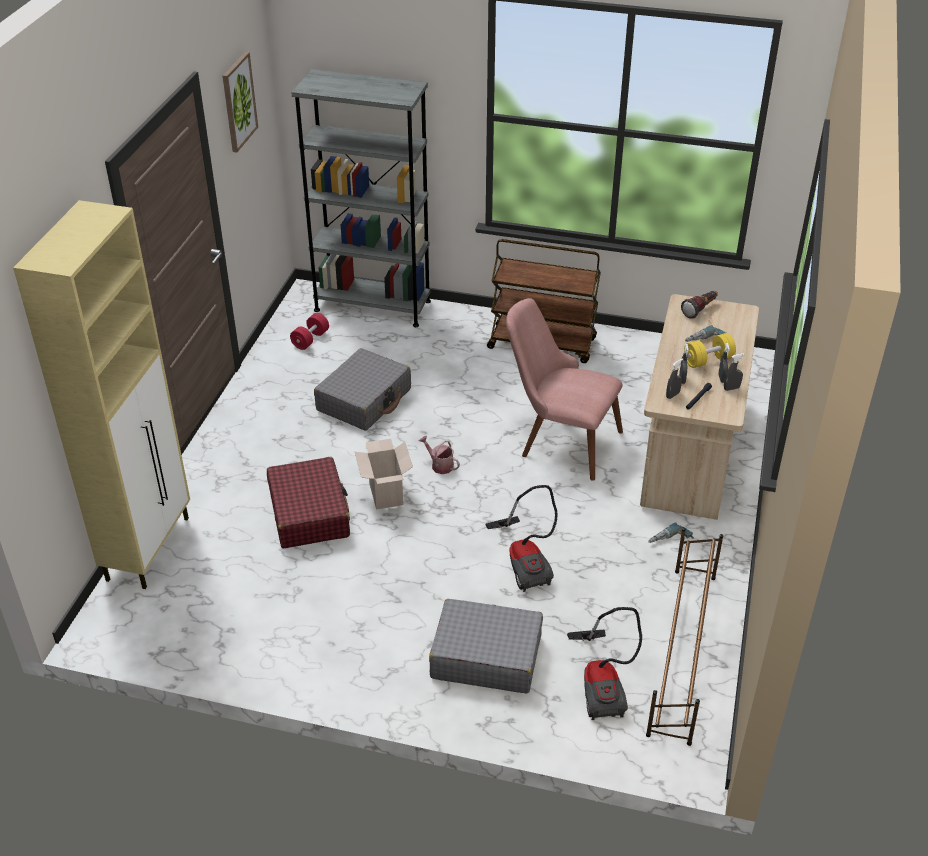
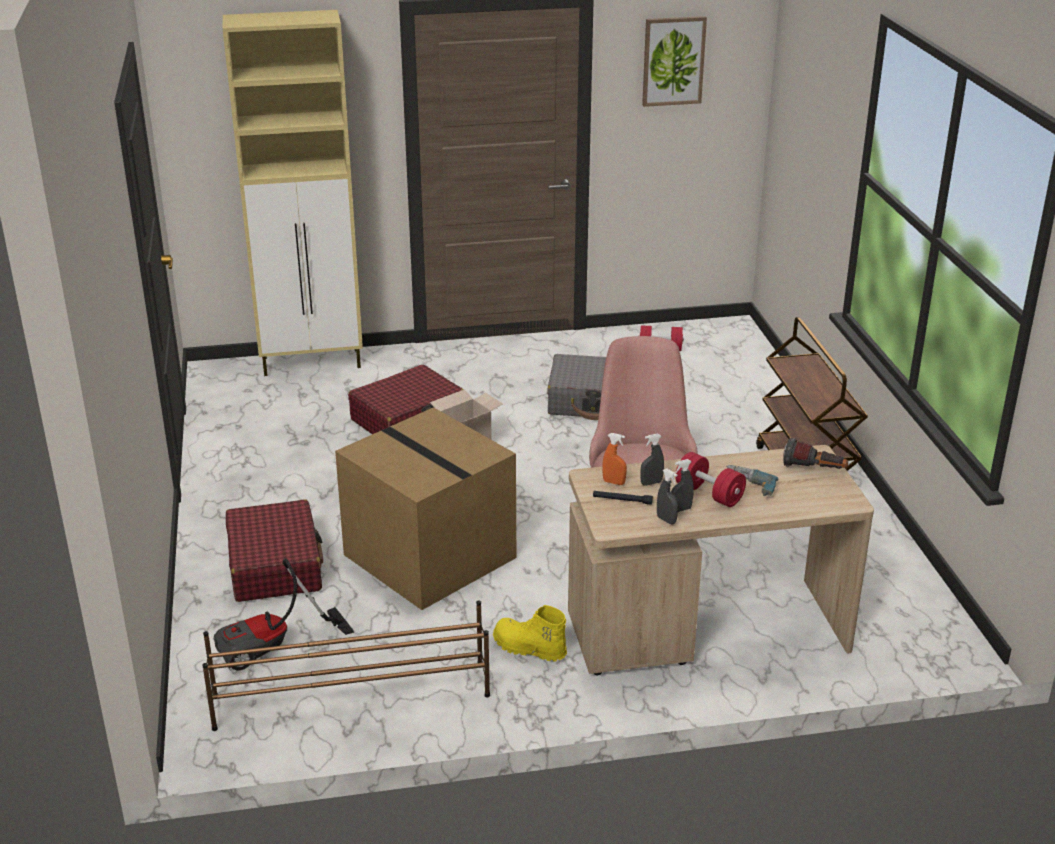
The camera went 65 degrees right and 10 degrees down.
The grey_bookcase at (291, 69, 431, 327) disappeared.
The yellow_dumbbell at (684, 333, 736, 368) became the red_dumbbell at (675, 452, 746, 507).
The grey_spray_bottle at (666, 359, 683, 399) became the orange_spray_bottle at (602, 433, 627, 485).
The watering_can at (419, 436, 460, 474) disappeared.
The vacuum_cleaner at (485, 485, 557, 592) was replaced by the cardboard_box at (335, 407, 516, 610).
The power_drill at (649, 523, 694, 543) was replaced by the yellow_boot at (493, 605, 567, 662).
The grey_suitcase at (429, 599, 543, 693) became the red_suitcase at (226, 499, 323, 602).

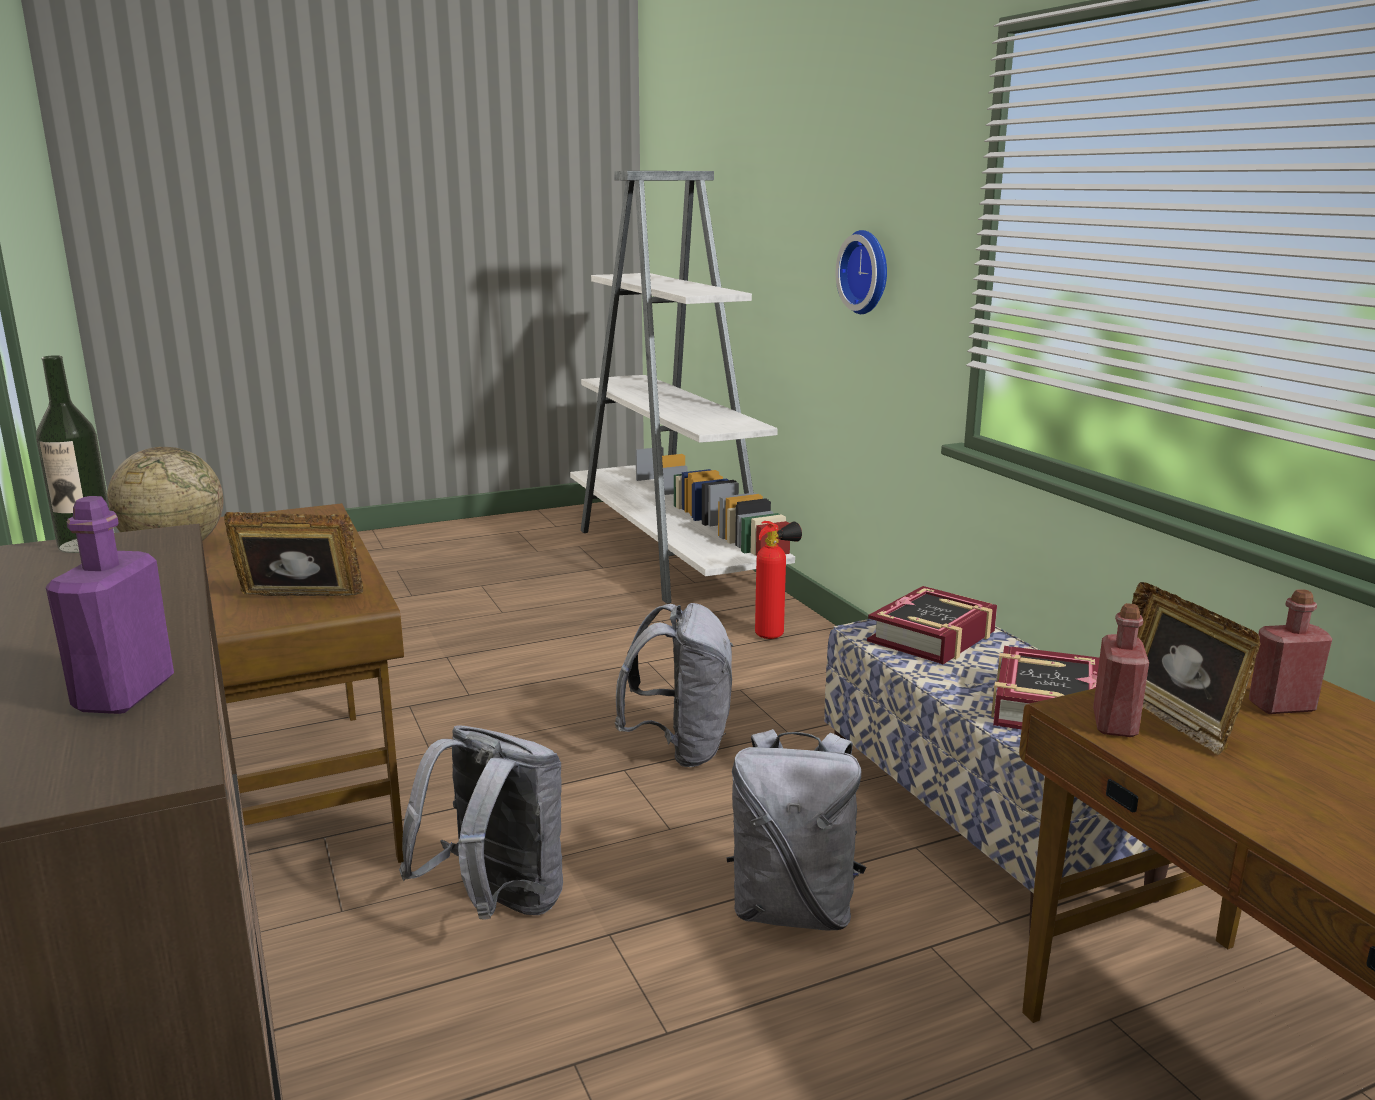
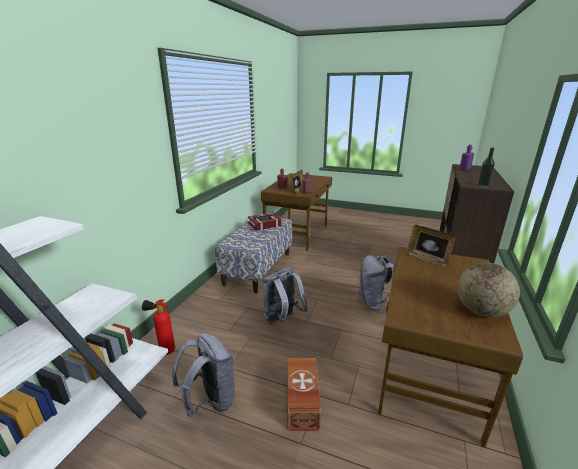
The camera went 135 degrees left and 5 degrees up.
The wall_clock at (836, 230, 887, 314) disappeared.
The book at (867, 586, 997, 664) disappeared.
The grey_backpack moved from (727, 729, 866, 931) to (172, 333, 235, 417).
The brown_storage_box at (287, 358, 321, 431) appeared.

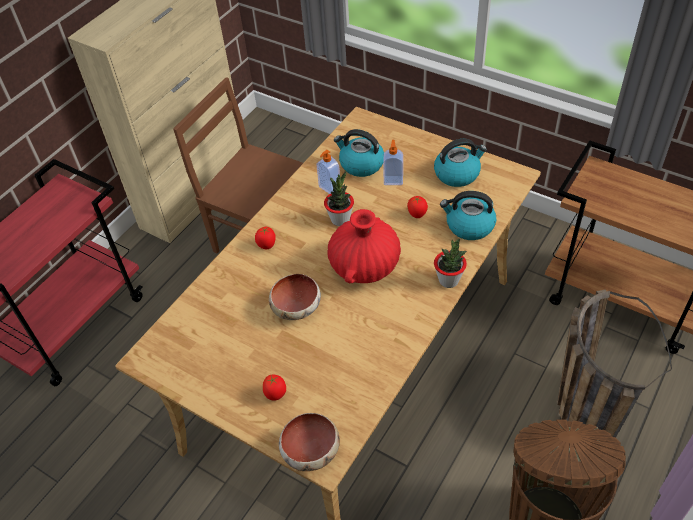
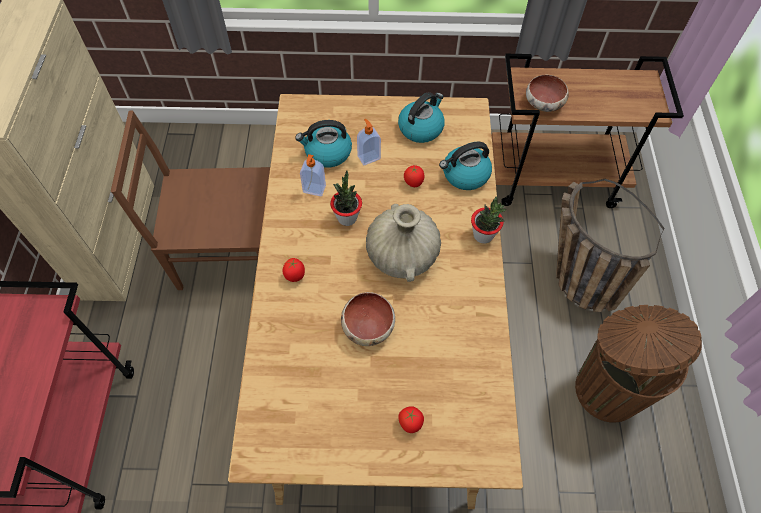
The camera went 35 degrees left and 10 degrees up.
The red_vase at (327, 209, 401, 283) became the beige_vase at (366, 204, 441, 282).
The bowl moved from (279, 413, 340, 471) to (526, 75, 569, 112).

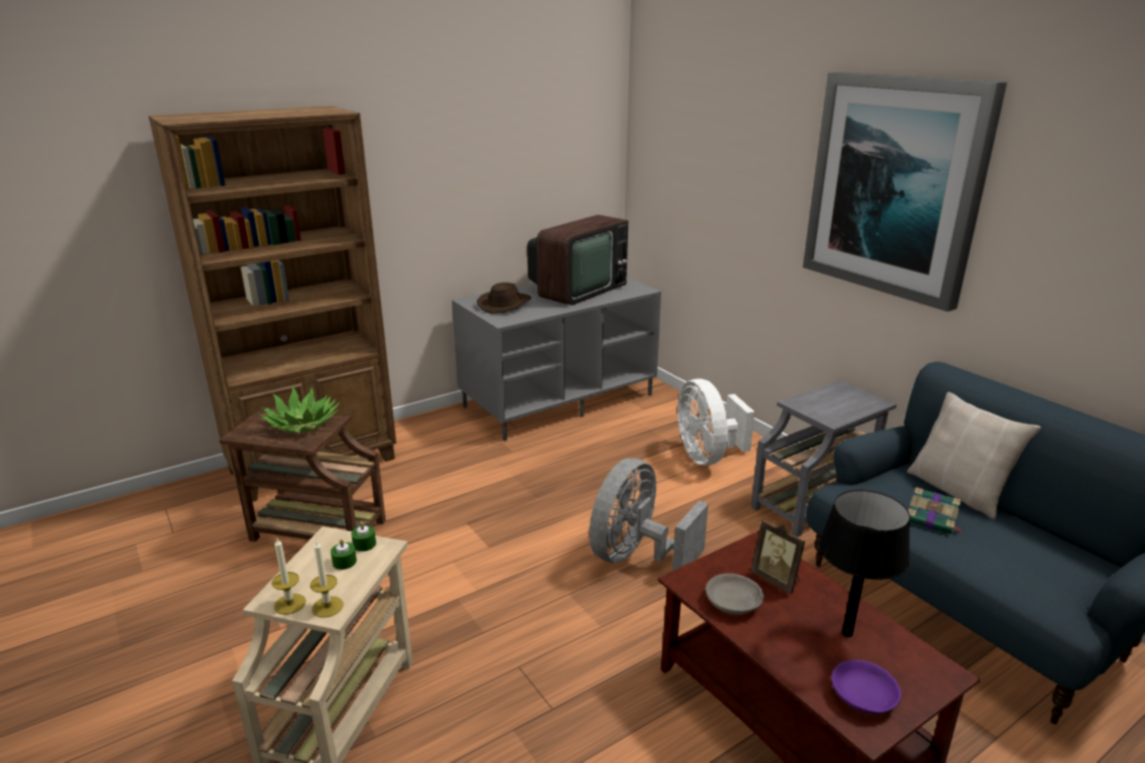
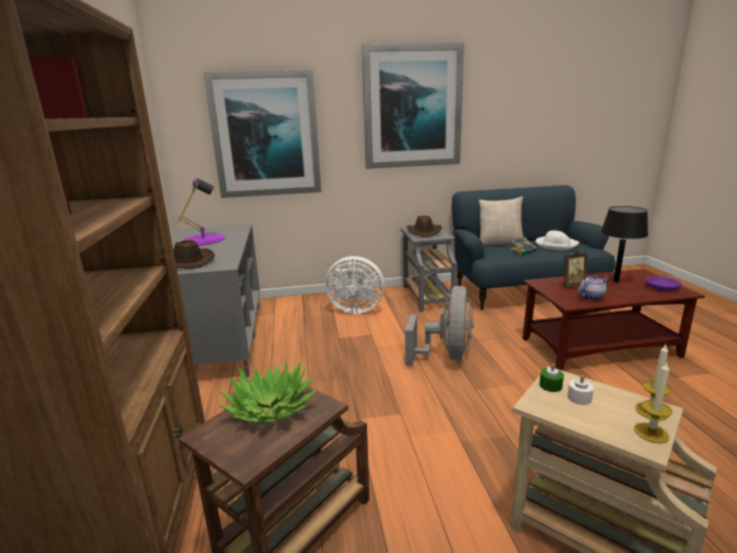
The camera went 65 degrees left and 5 degrees down.
The television at (527, 215, 628, 305) was replaced by the purple_table_lamp at (178, 178, 225, 246).
The grey_fan at (589, 458, 708, 571) turned 135 degrees counterclockwise.
The green_candle at (331, 539, 357, 570) became the white_candle at (567, 375, 594, 405).
The grey_bowl at (705, 573, 764, 615) was replaced by the teapot at (578, 275, 608, 301).
The picture at (203, 70, 321, 198) appeared.
The brown_hat at (407, 216, 442, 237) appeared.
The white_hat at (535, 230, 579, 250) appeared.

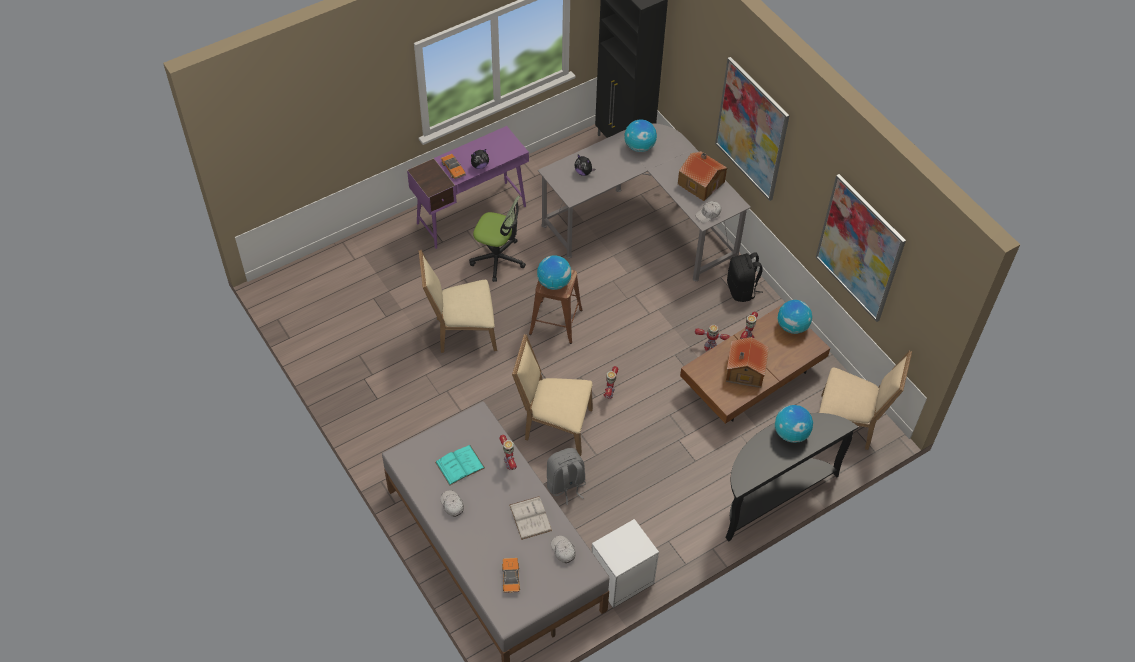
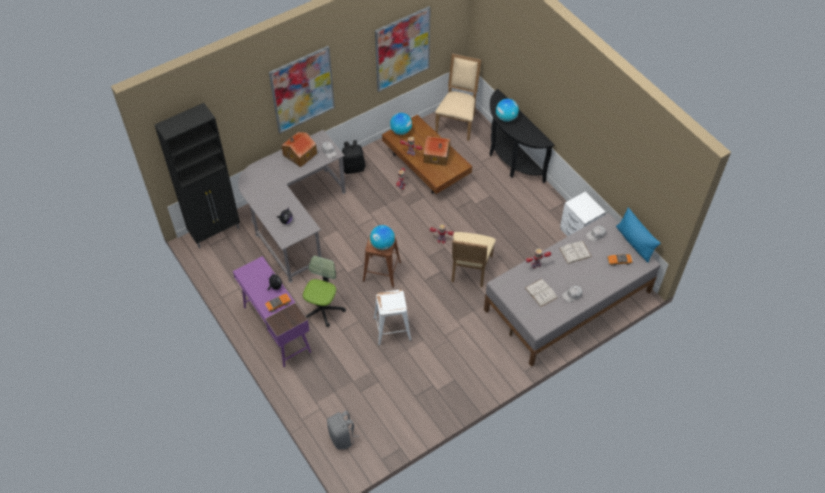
The camera went 90 degrees left and 0 degrees up.
The globe at (624, 119, 657, 152) disappeared.
The beige_chair at (418, 250, 497, 353) was replaced by the white_stool at (374, 290, 411, 346).
The turquoise_book at (435, 445, 485, 486) became the white_book at (525, 279, 558, 307).
The grey_backpack moved from (547, 448, 586, 505) to (327, 411, 360, 450).
The blue_pillow at (616, 207, 661, 263) appeared.

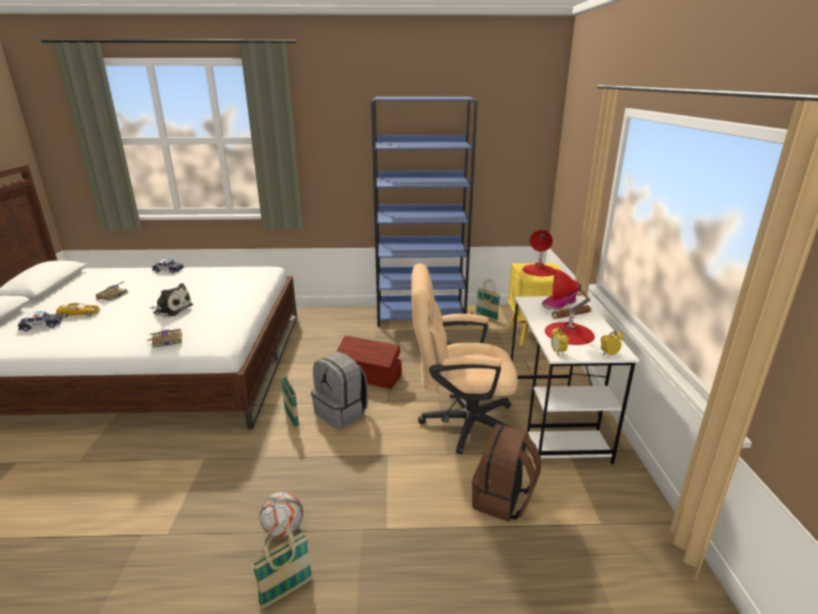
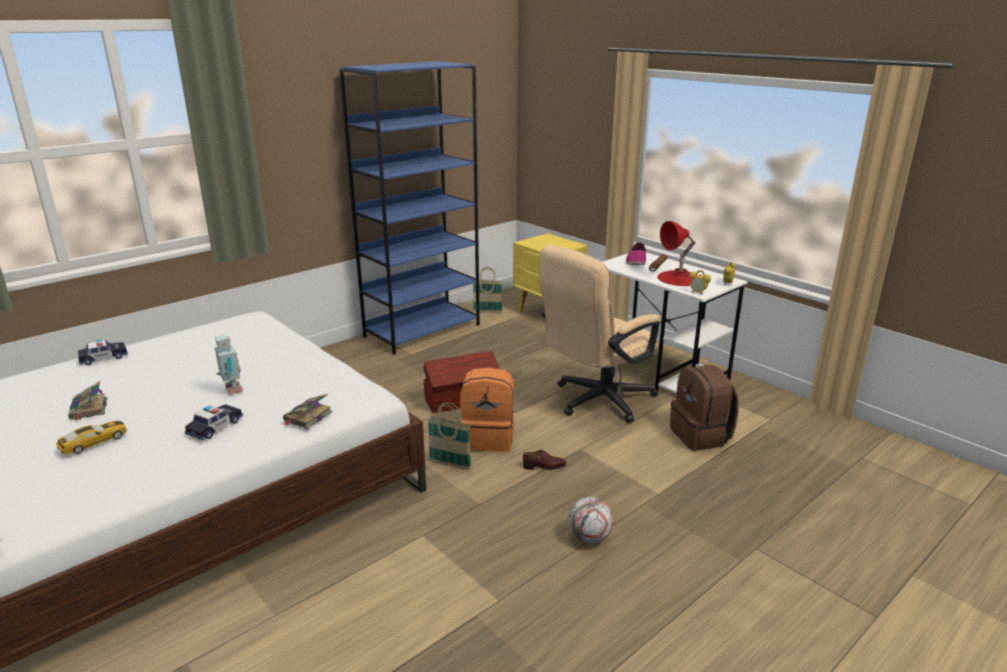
The camera went 40 degrees left and 0 degrees up.
The red_table_lamp at (522, 230, 555, 276) disappeared.
The plush_toy at (149, 283, 193, 317) was replaced by the toy_robot at (215, 334, 243, 395).
The toy_car moved from (18, 311, 63, 332) to (185, 404, 243, 440).
The grey_backpack at (311, 352, 368, 429) became the orange_backpack at (460, 367, 514, 452).
The basket at (251, 525, 313, 608) disappeared.
The brown_shoe at (523, 450, 567, 470) appeared.

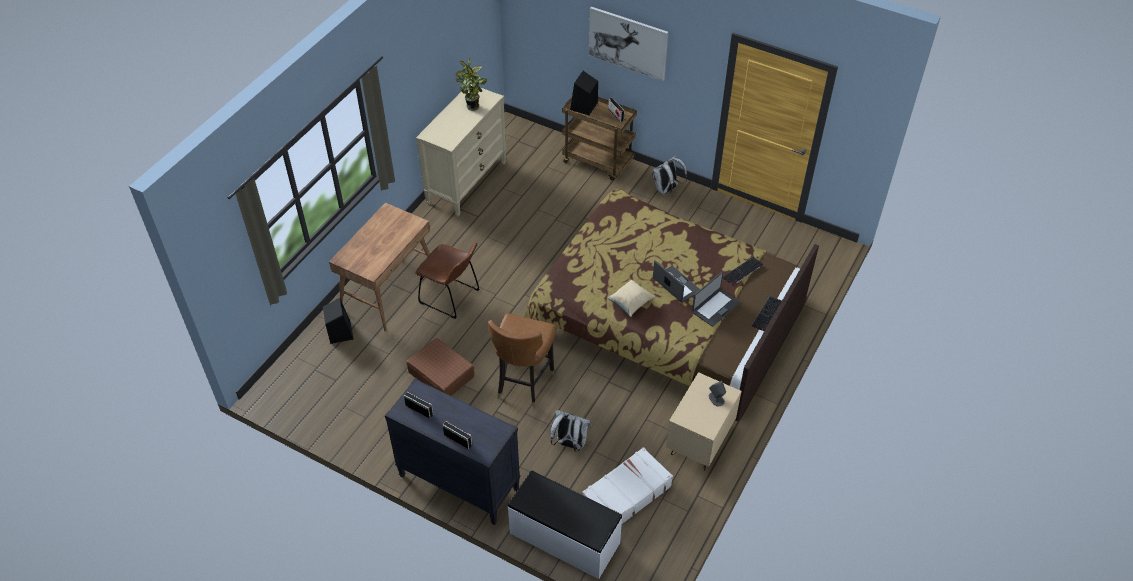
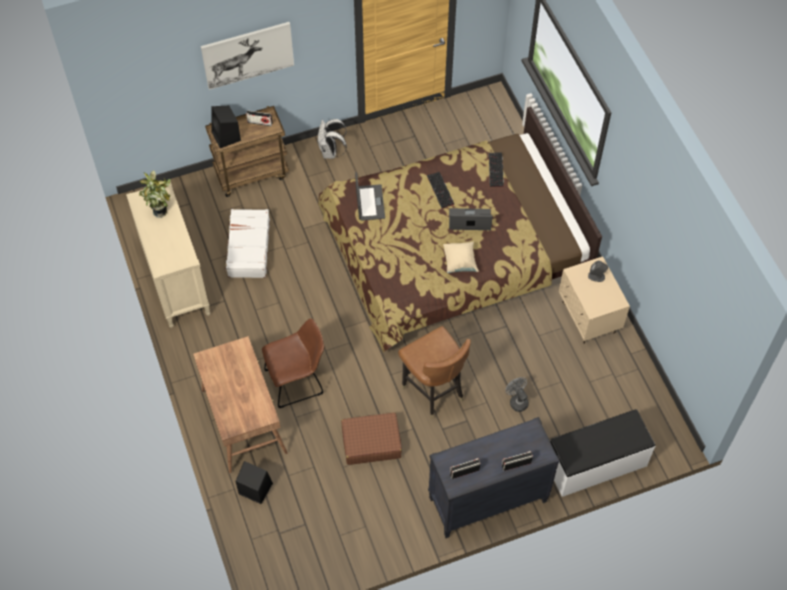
The camera went 50 degrees left and 10 degrees up.
The laptop moved from (692, 272, 740, 327) to (355, 172, 385, 221).
The keyboard moved from (752, 296, 782, 331) to (427, 172, 454, 208).
The white_backpack at (550, 410, 591, 452) was replaced by the grey_fan at (505, 377, 529, 412).
The white_suitcase moved from (582, 447, 673, 524) to (225, 209, 270, 278).

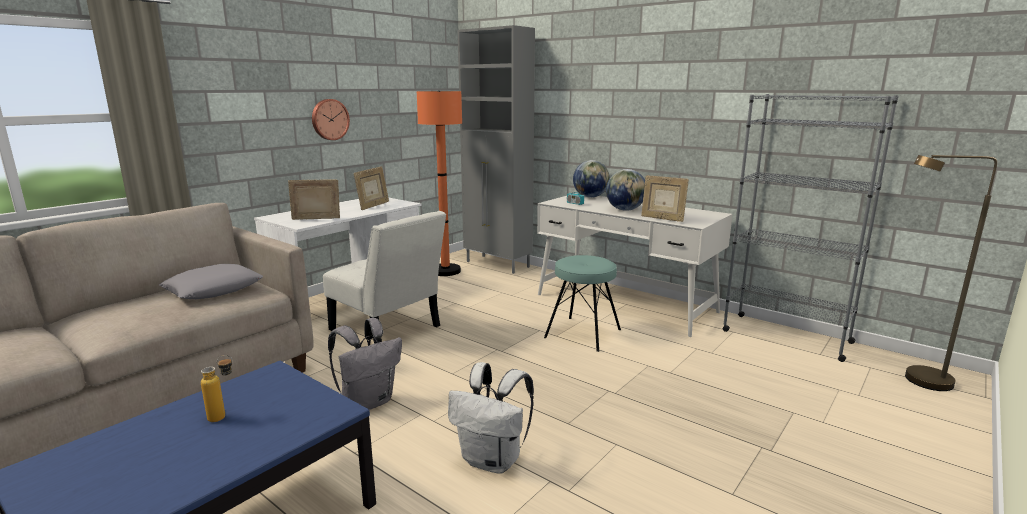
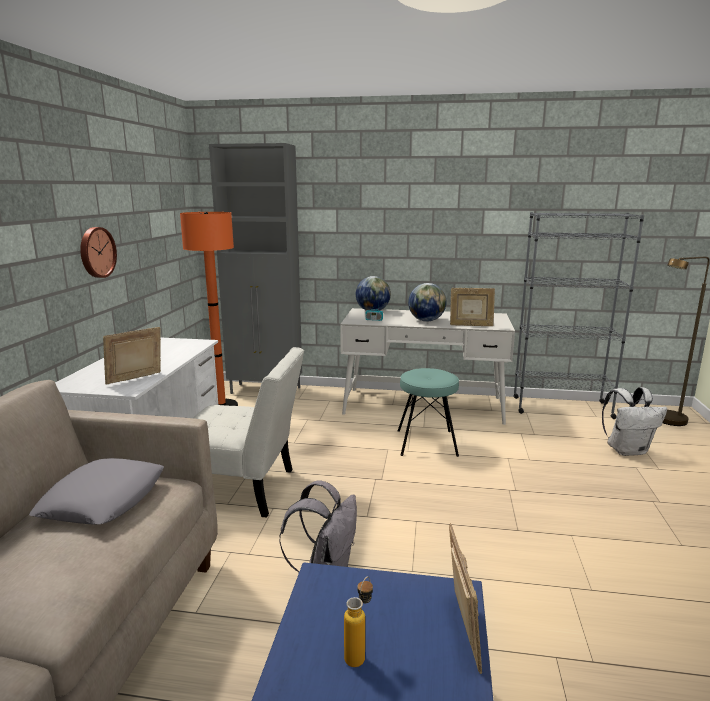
The camera went 30 degrees left and 0 degrees up.
The picture_frame moved from (354, 166, 389, 210) to (449, 523, 482, 674).
The white_backpack moved from (448, 362, 534, 474) to (602, 387, 667, 456).

